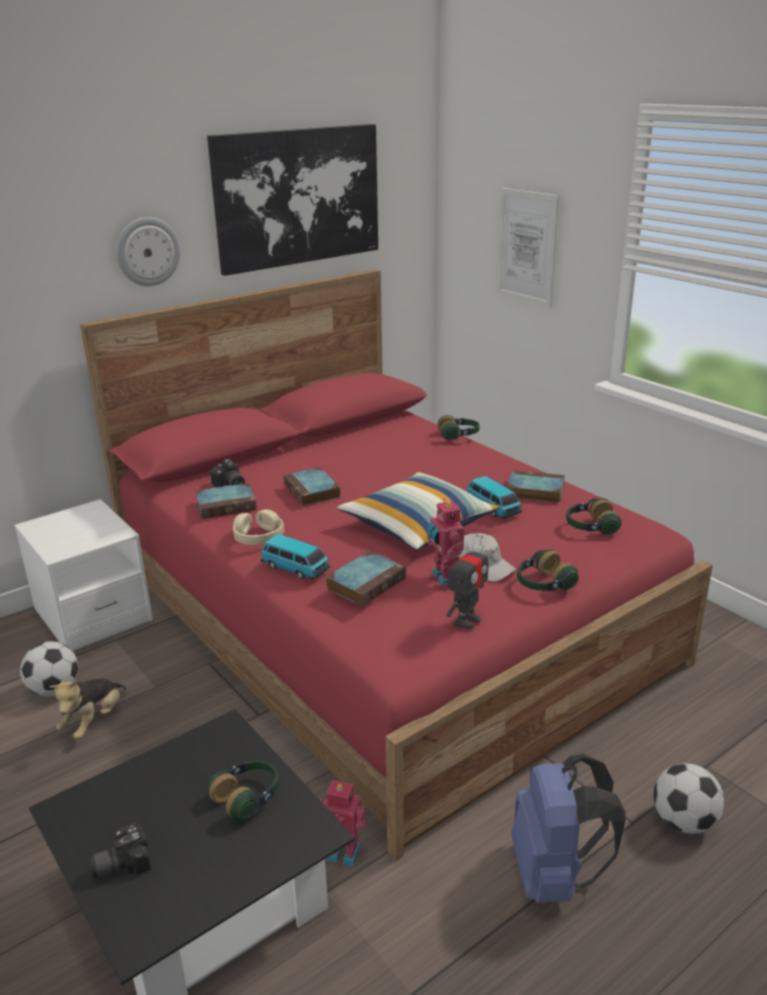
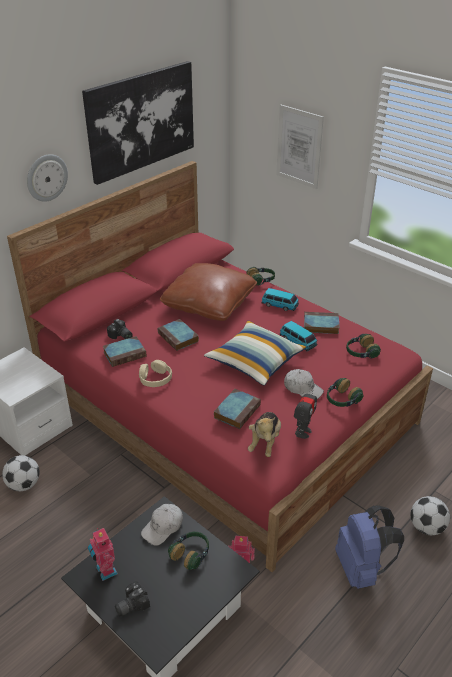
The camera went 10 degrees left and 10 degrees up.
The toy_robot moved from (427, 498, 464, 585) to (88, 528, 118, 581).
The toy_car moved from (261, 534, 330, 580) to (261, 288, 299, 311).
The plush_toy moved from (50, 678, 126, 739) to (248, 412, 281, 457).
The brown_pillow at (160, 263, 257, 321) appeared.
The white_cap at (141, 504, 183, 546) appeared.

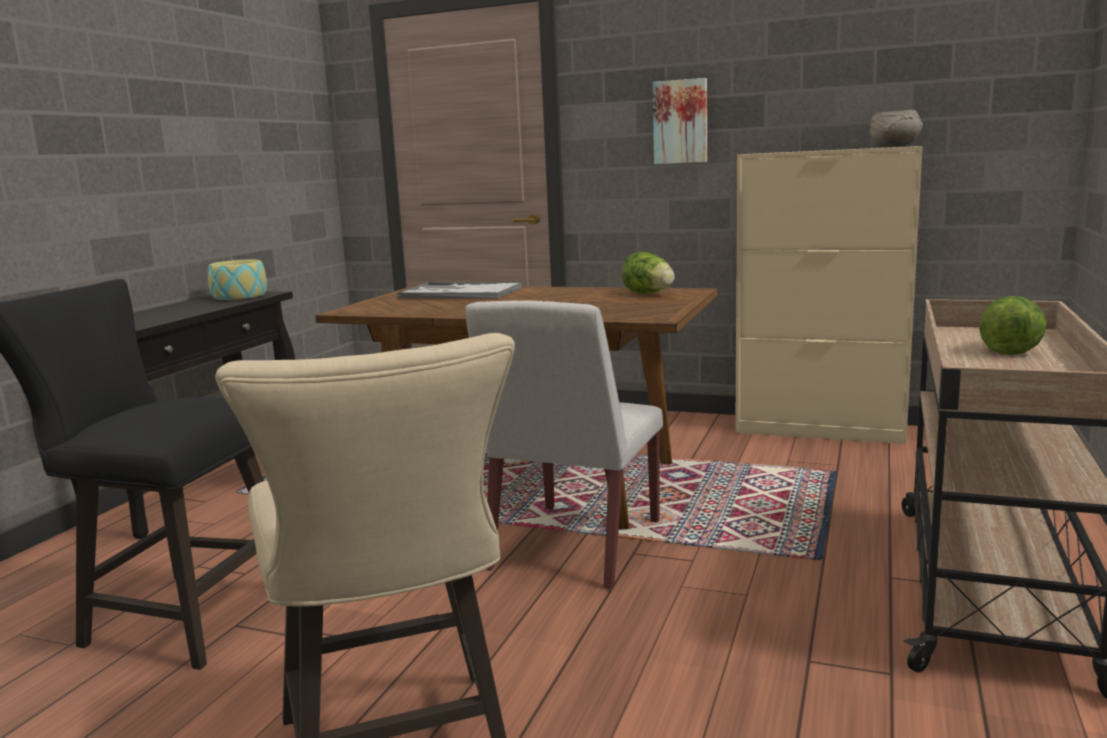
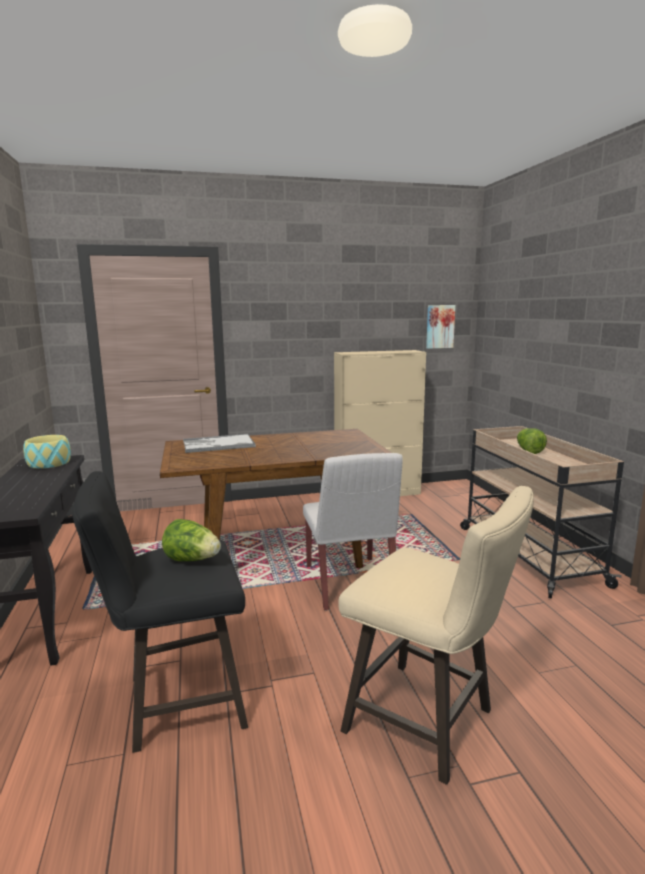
The camera went 35 degrees left and 0 degrees up.
The picture moved from (653, 78, 707, 164) to (426, 305, 456, 349).
The grey_bowl at (870, 110, 923, 147) disappeared.
The lettuce moved from (622, 252, 675, 294) to (162, 519, 221, 561).

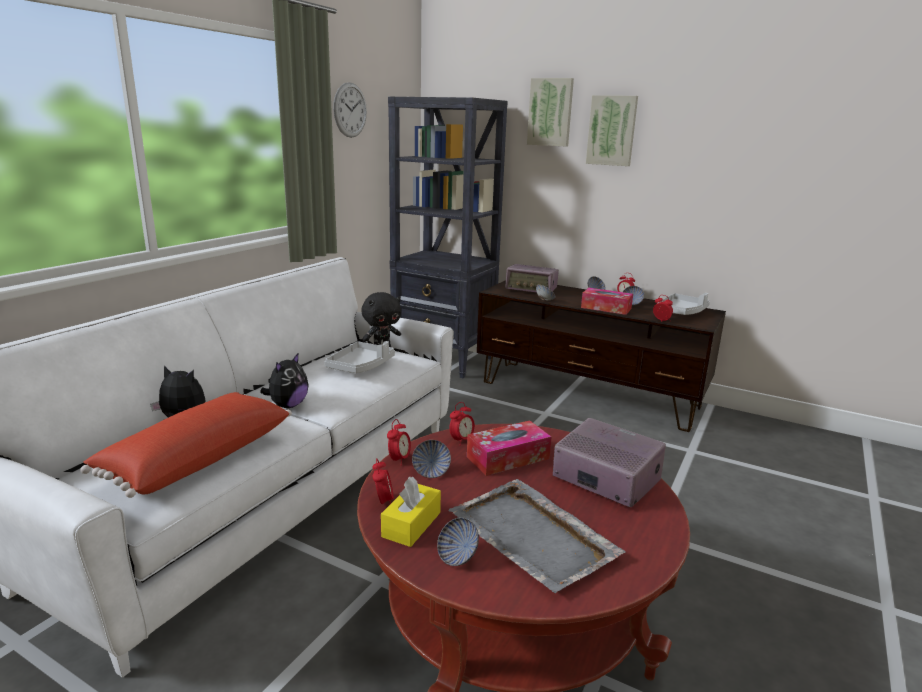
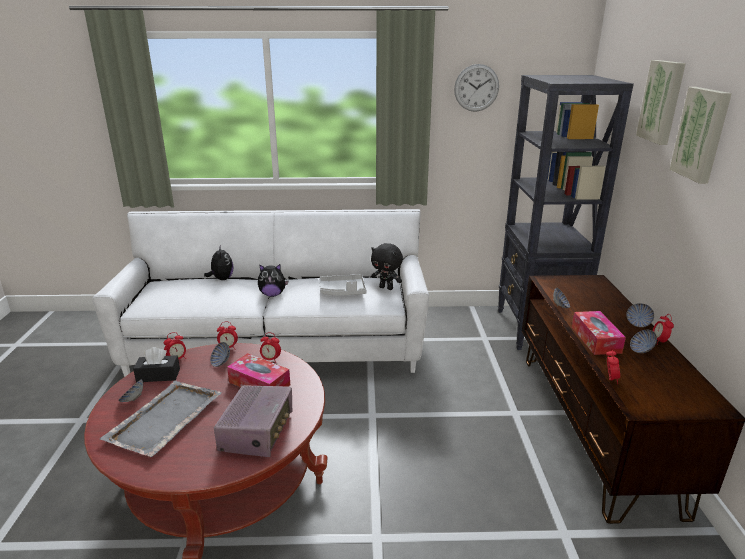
The camera went 60 degrees right and 5 degrees up.
The radio at (505, 264, 559, 293) disappeared.
The grey_tray at (658, 293, 710, 315) disappeared.
The red_pillow at (80, 392, 292, 498) disappeared.
The yellow_tissue_box at (381, 477, 441, 547) became the black_tissue_box at (133, 347, 180, 382).

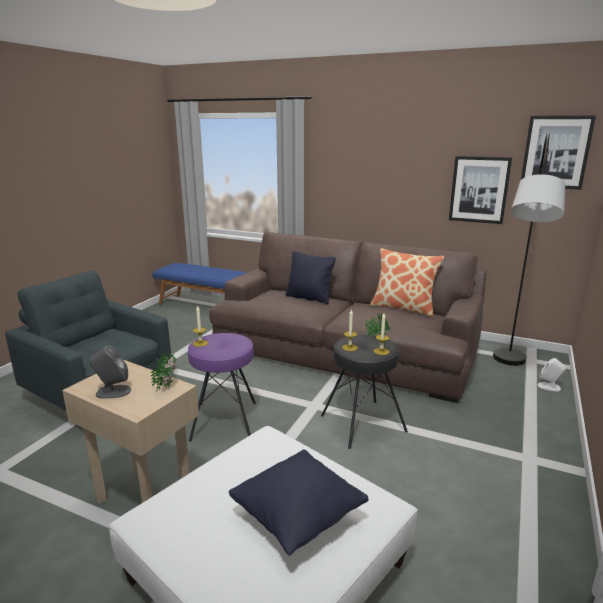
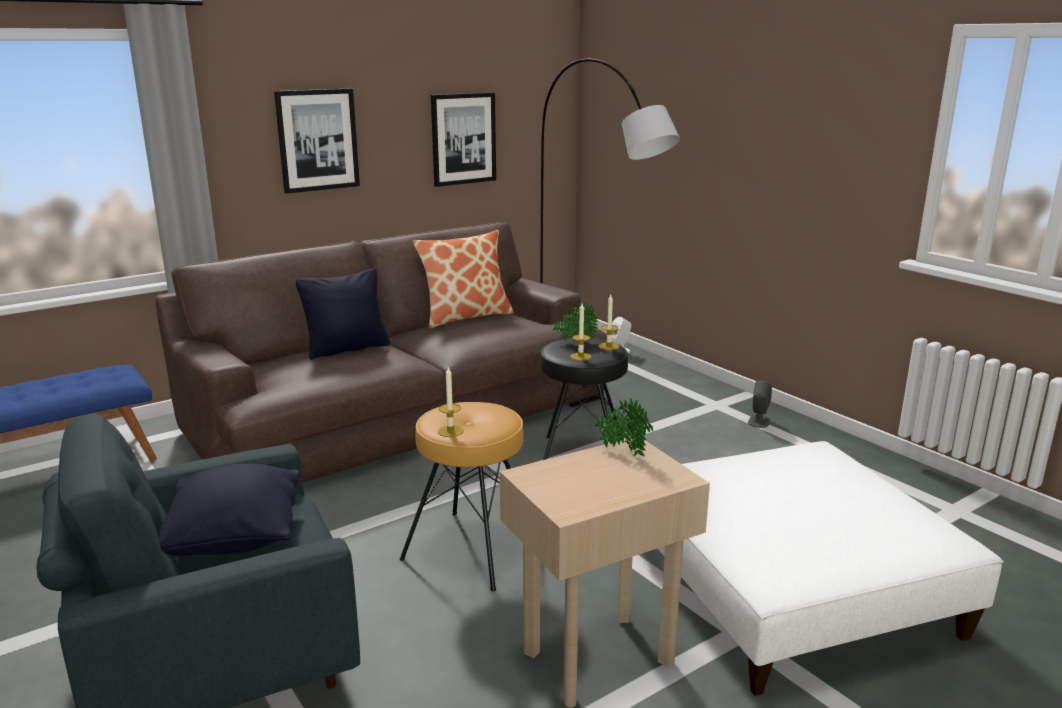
The camera went 60 degrees left and 0 degrees up.
The picture moved from (521, 115, 596, 190) to (274, 88, 360, 194).
The purple_stool at (188, 333, 256, 442) became the brown_stool at (400, 402, 524, 591).
The grey_speaker moved from (89, 345, 131, 399) to (748, 380, 772, 428).
The black_pillow moved from (229, 449, 369, 556) to (158, 464, 300, 556).

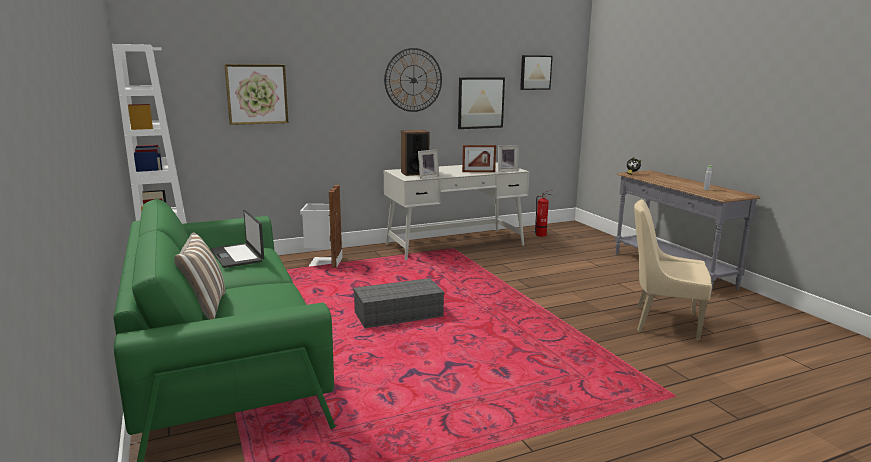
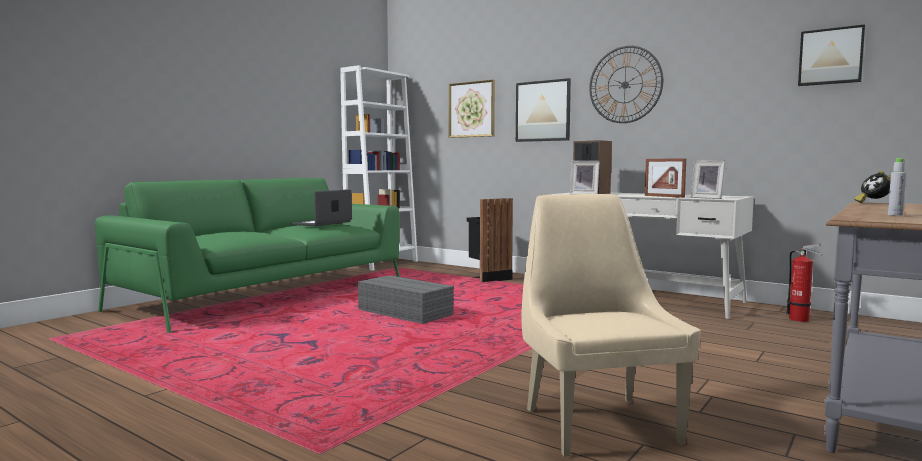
The camera went 60 degrees right and 10 degrees down.
The picture moved from (458, 77, 505, 129) to (516, 78, 571, 142).
The white_trash_can at (300, 185, 342, 268) became the black_trash_can at (466, 198, 513, 282).
The pillow at (174, 232, 225, 320) disappeared.

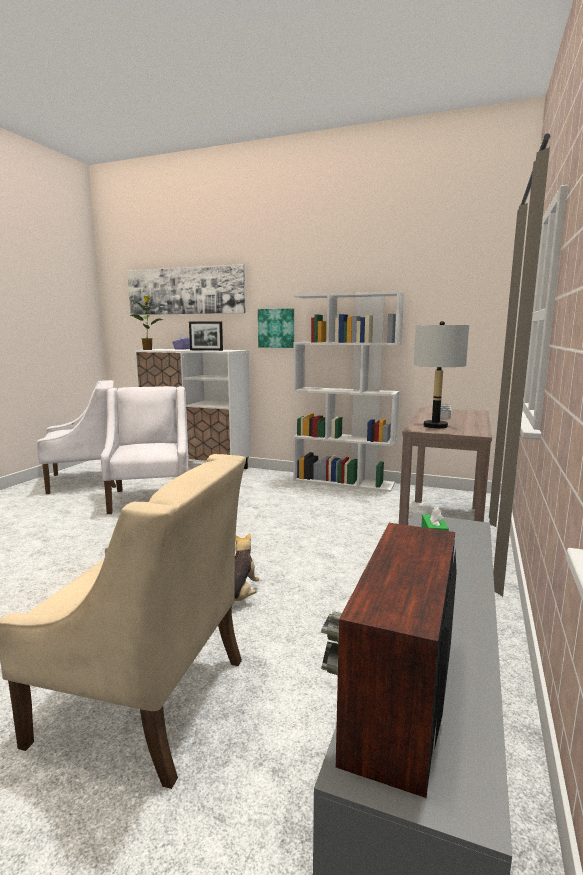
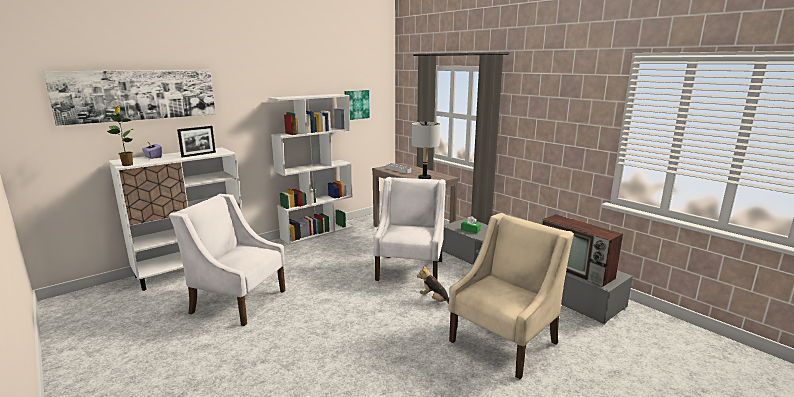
The camera went 60 degrees left and 5 degrees up.
The picture moved from (258, 308, 294, 348) to (344, 90, 370, 120).
The white_armchair moved from (37, 380, 116, 494) to (373, 177, 446, 281).

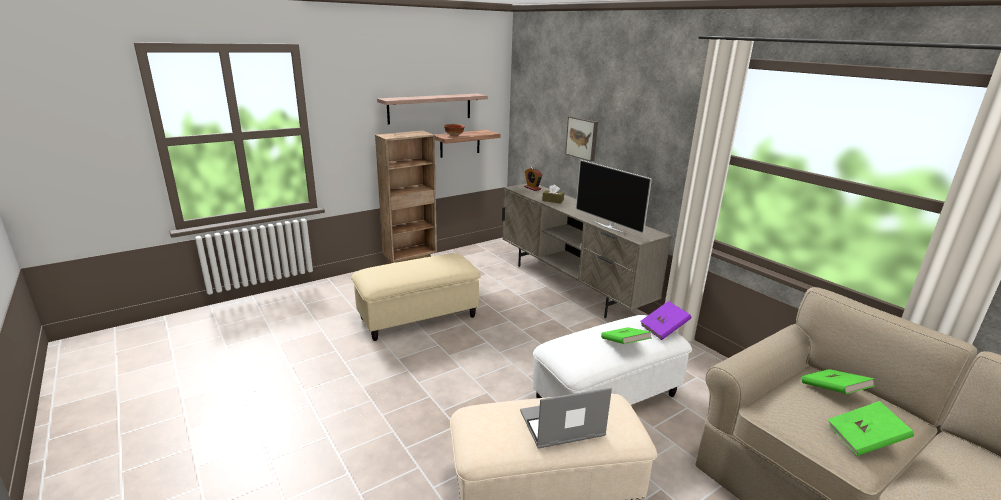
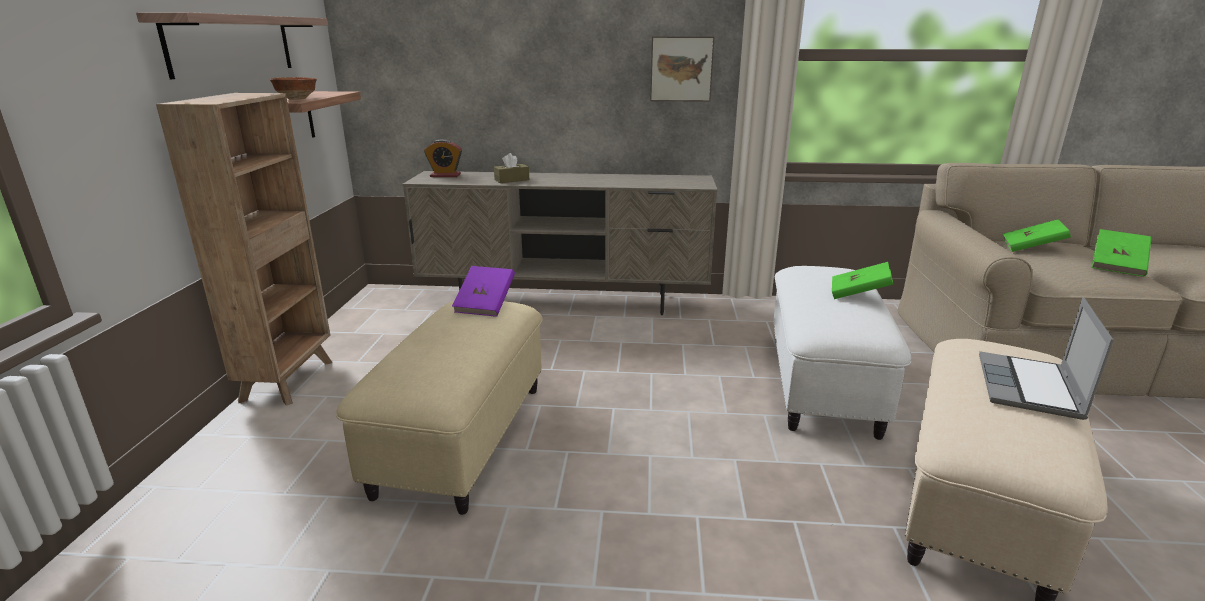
The camera went 50 degrees left and 0 degrees up.
The picture moved from (565, 116, 598, 161) to (650, 36, 715, 102).
The television at (576, 160, 652, 234) disappeared.
The purple_book moved from (640, 301, 691, 340) to (452, 266, 515, 317).

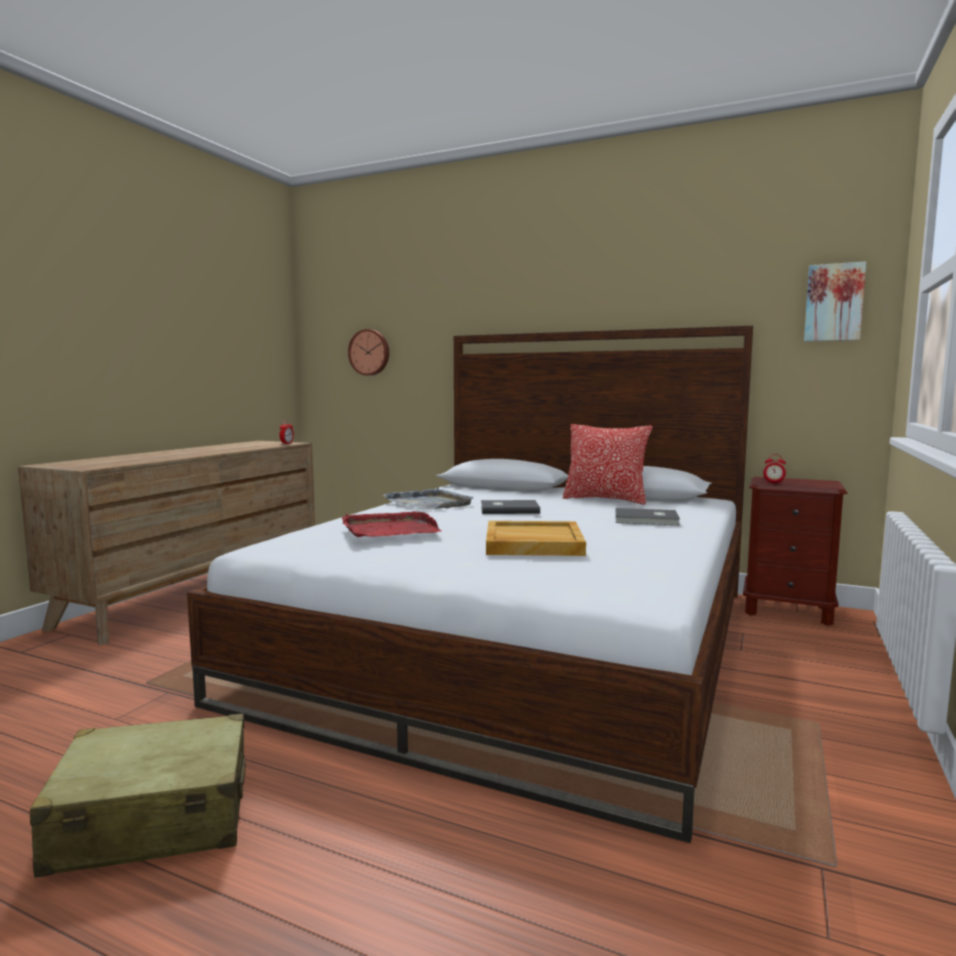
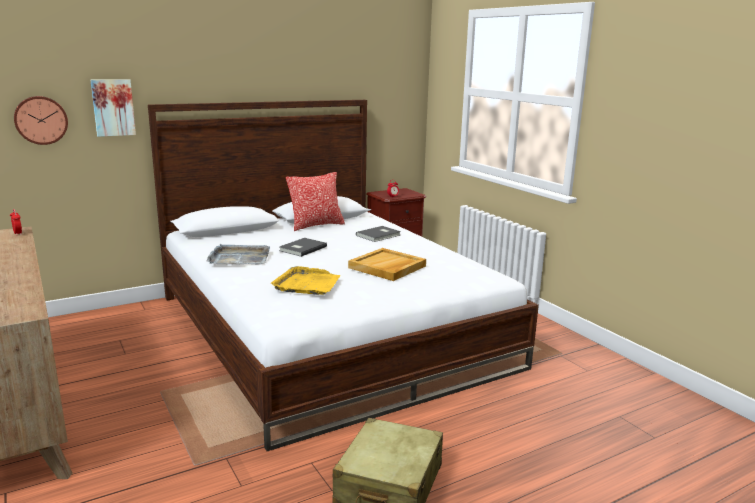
The camera went 55 degrees left and 10 degrees up.
The picture moved from (804, 261, 866, 342) to (90, 79, 136, 137).
The red_tray at (342, 511, 441, 537) became the yellow_tray at (271, 266, 340, 295).

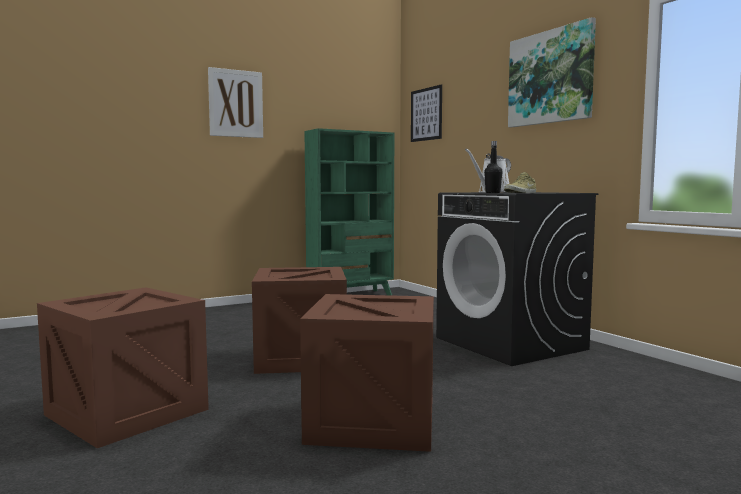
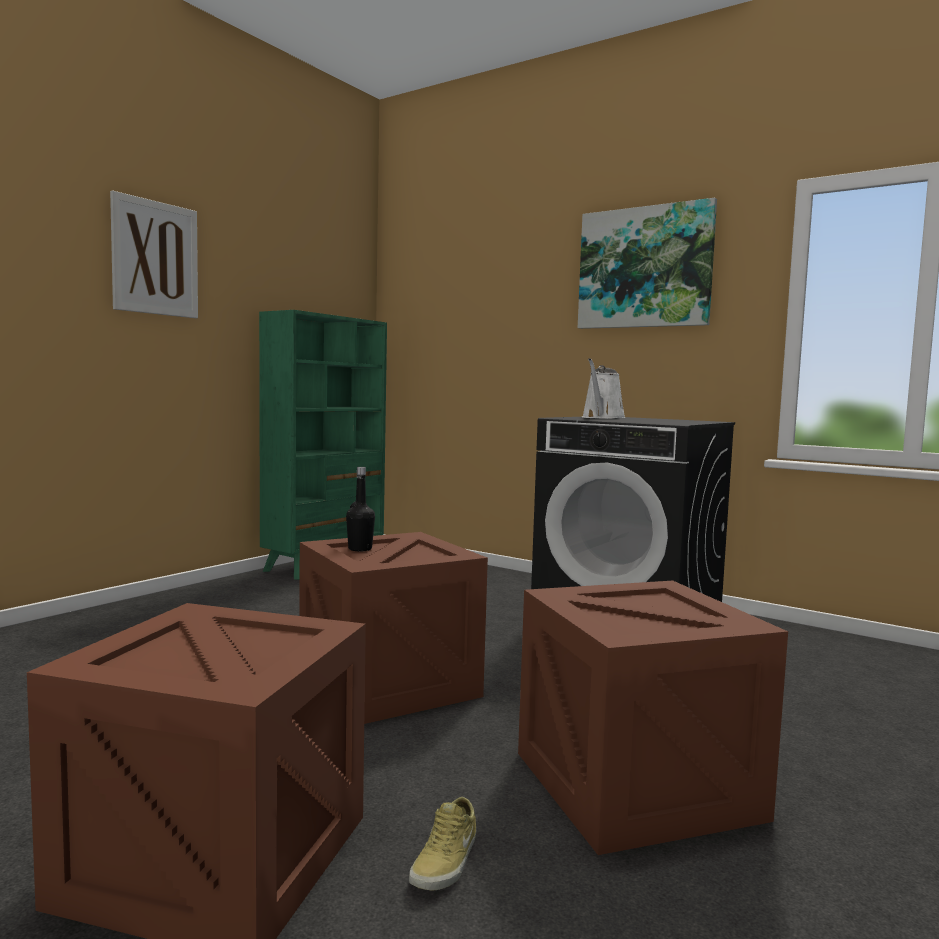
The camera went 25 degrees left and 0 degrees up.
The picture at (411, 84, 442, 142) disappeared.
The black_bottle moved from (484, 141, 502, 193) to (346, 467, 375, 551).
The beige_shoe moved from (504, 172, 536, 193) to (409, 797, 476, 890).

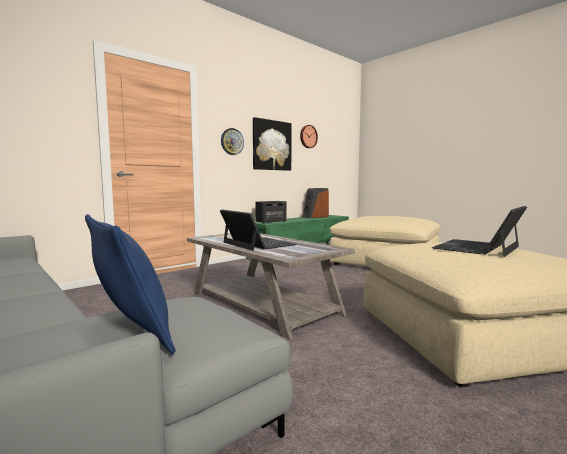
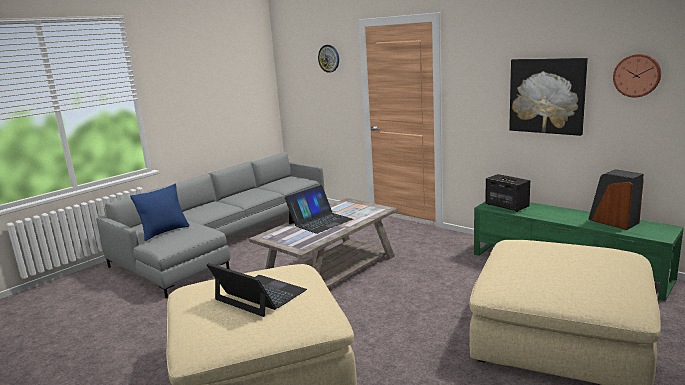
The camera went 85 degrees right and 10 degrees up.
The wall_clock moved from (221, 128, 244, 155) to (318, 45, 339, 73).

